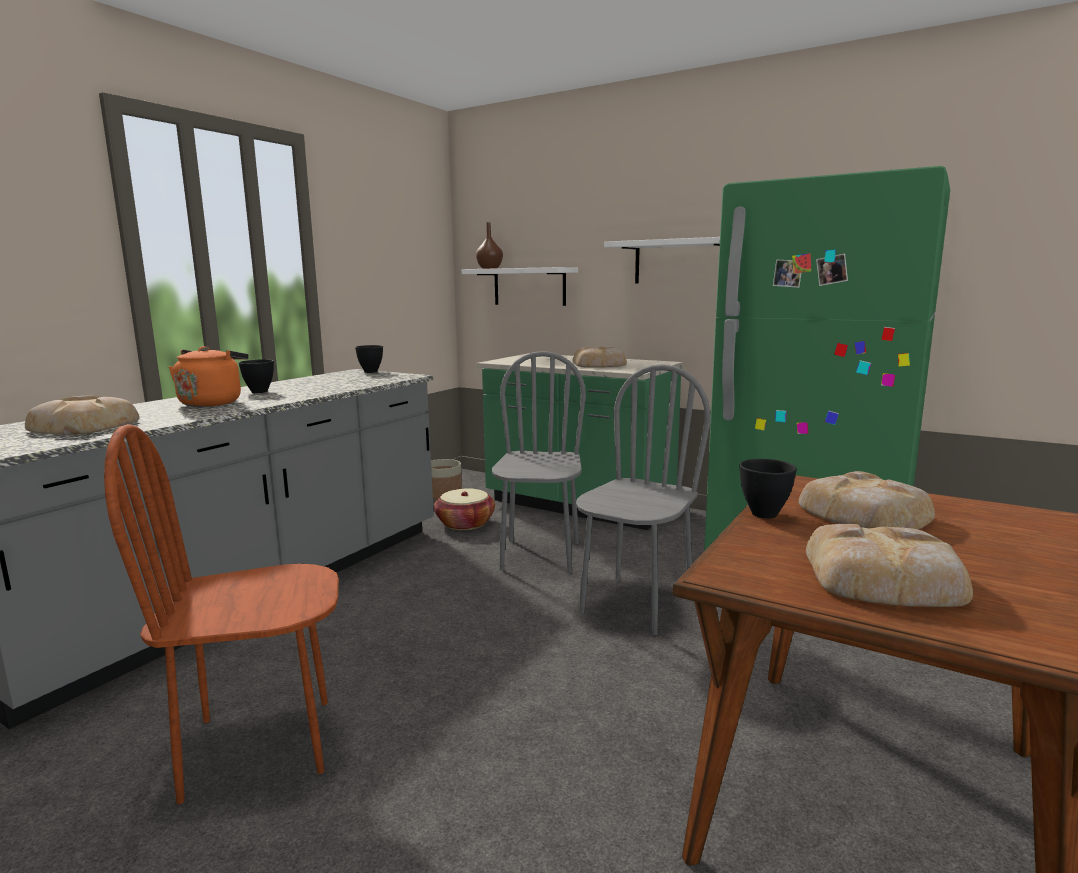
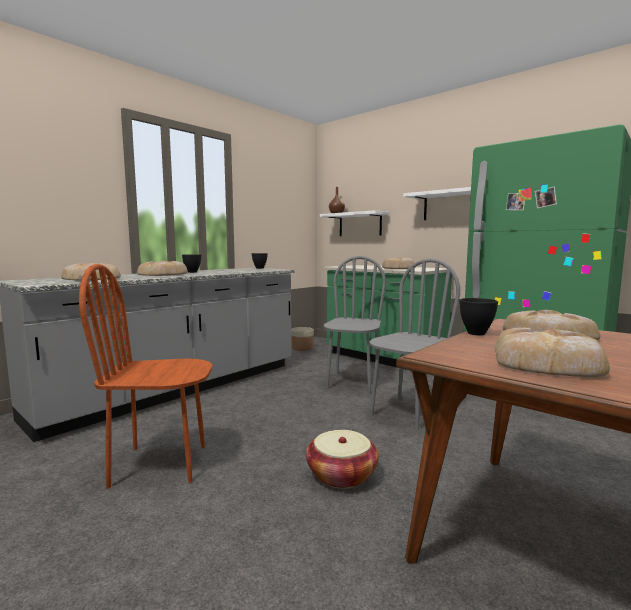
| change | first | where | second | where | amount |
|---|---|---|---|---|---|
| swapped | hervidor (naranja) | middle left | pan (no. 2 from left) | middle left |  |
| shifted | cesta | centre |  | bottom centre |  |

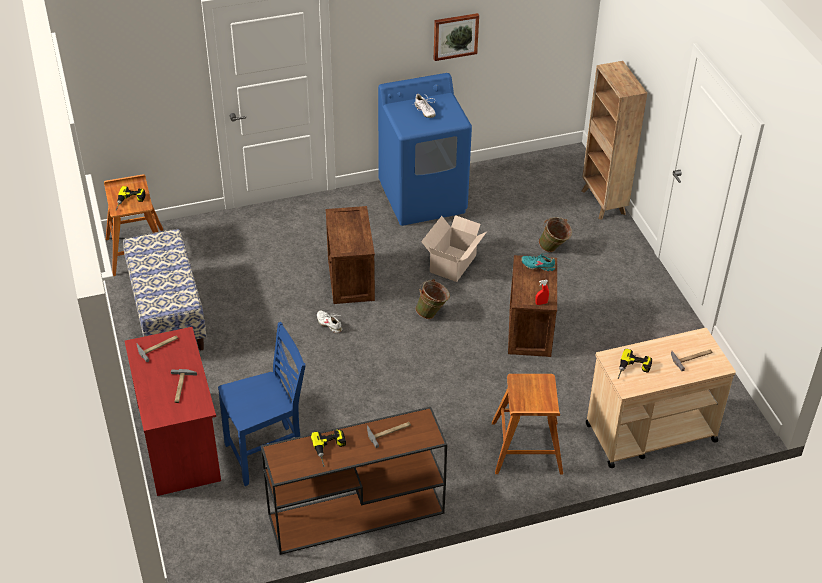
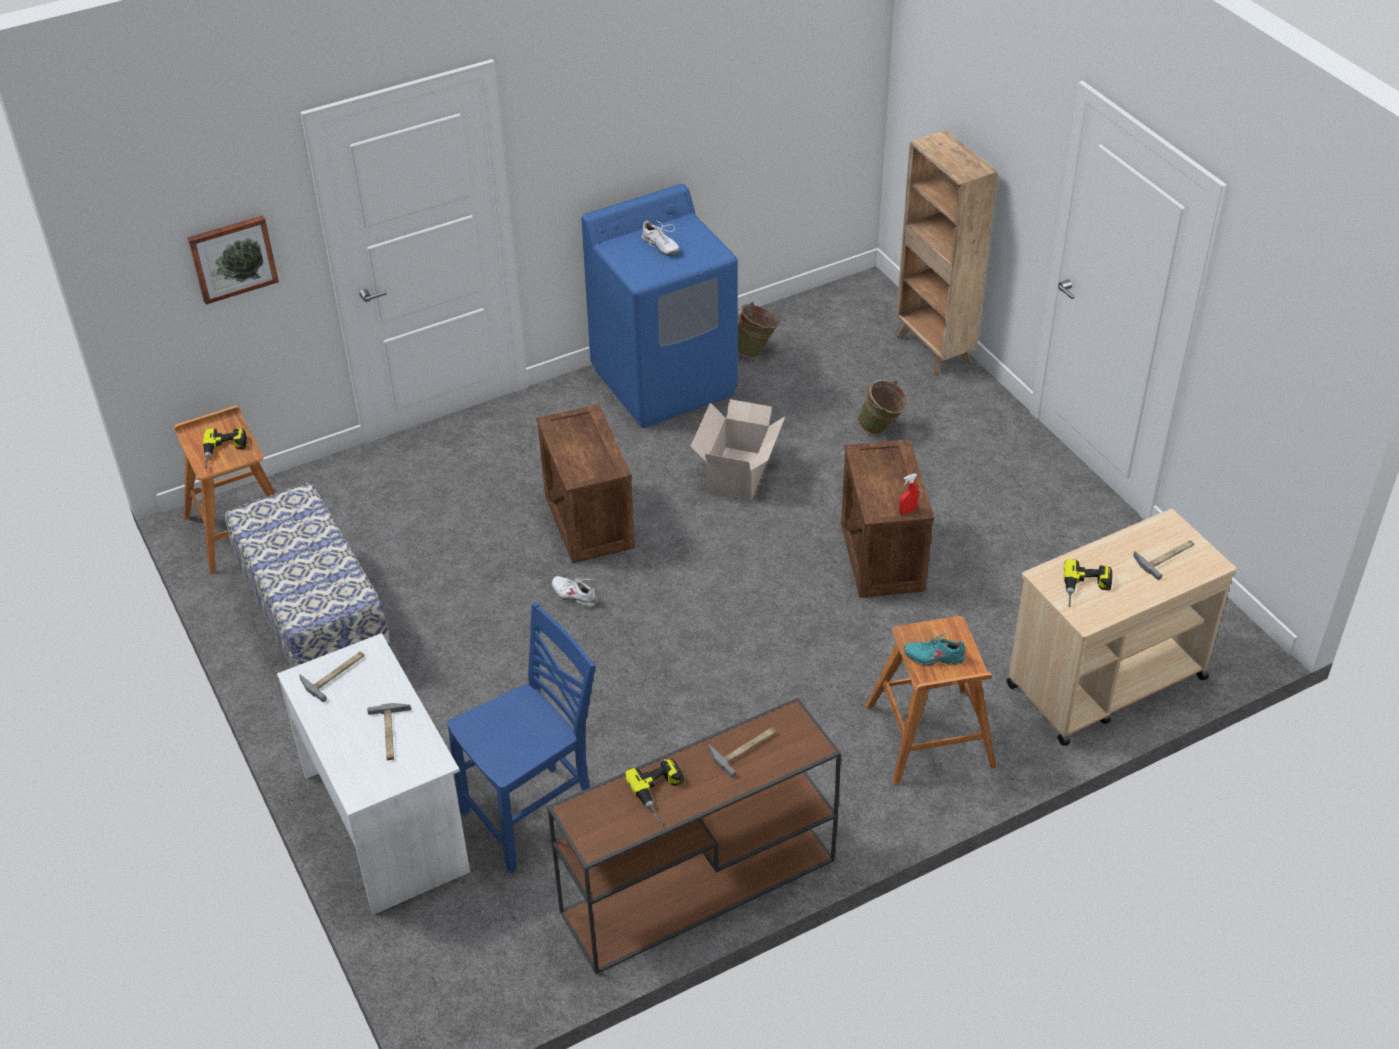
| change | first | where | second | where | amount |
|---|---|---|---|---|---|
| repainted | escritorio (rojo) | bottom left | escritorio (blanco) | bottom left |  |
| shifted | cubo (verde) (no. 1 from left) | centre |  | top centre |  |
| shifted | cuadro | top centre |  | top left |  |
| shifted | zapato (turquesa) | centre |  | middle right |  |

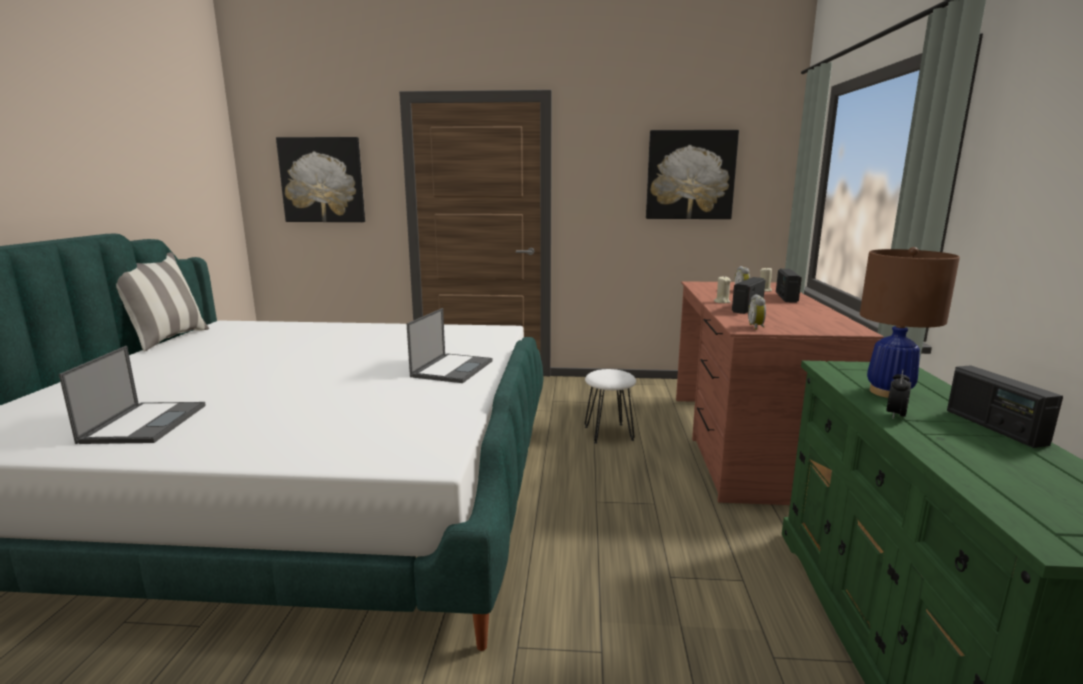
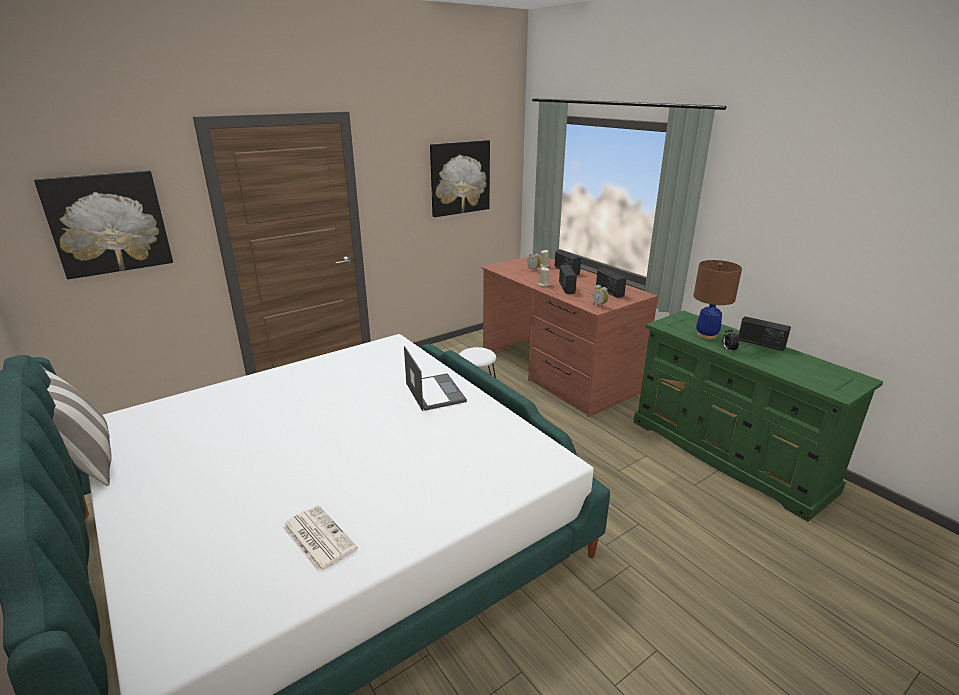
| change | first | where | second | where | amount |
|---|---|---|---|---|---|
| swapped | portátil (no. 1 from left) | middle left | periódico | bottom centre |  |
| new |  |  | radio (no. 3 from left) | centre |  |

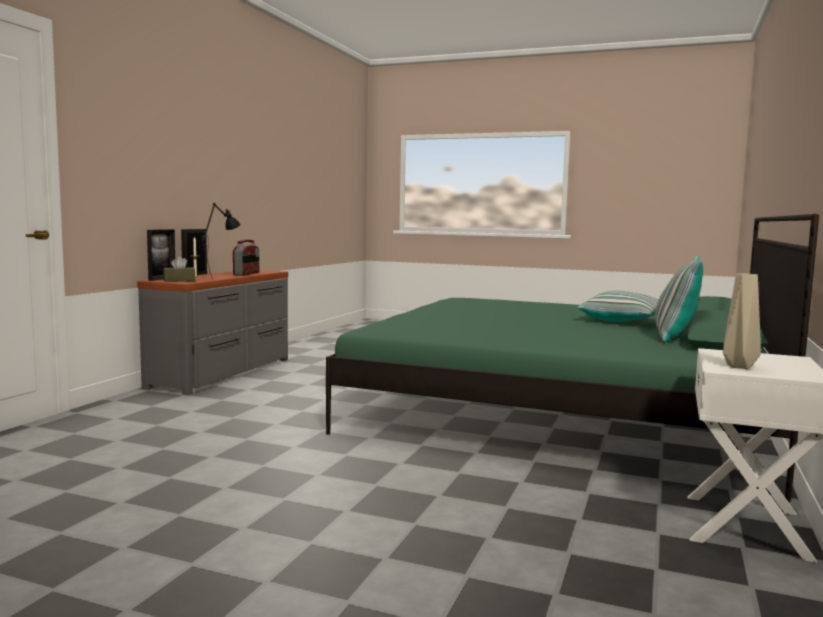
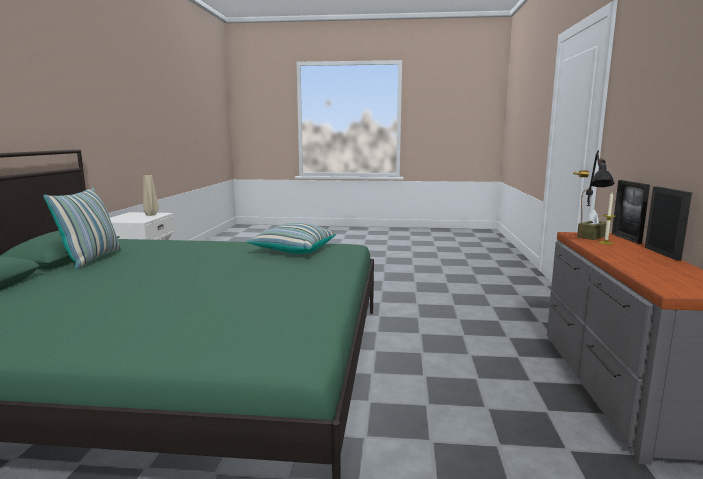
| change | first | where | second | where | amount |
|---|---|---|---|---|---|
| gone | radio | middle left |  |  |  |
| shifted | cojín (no. 1 from left in the first image) | middle right | cojín (no. 2 from left) | centre |  |

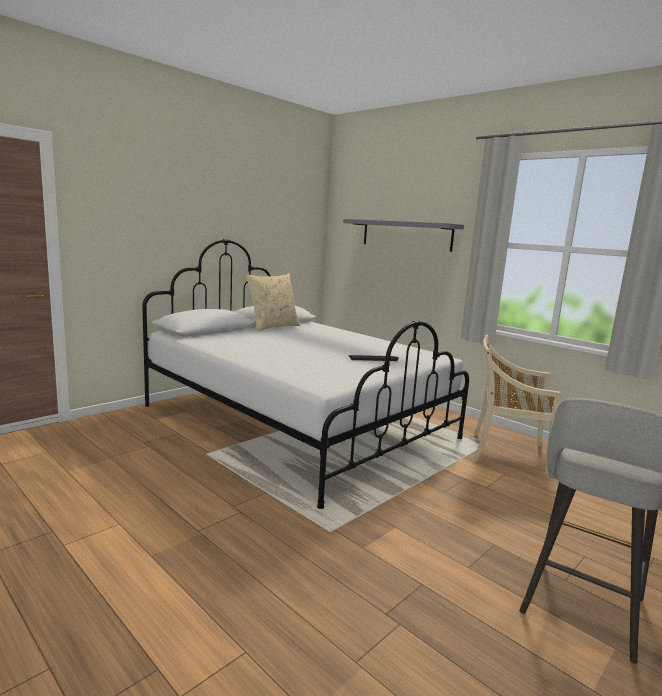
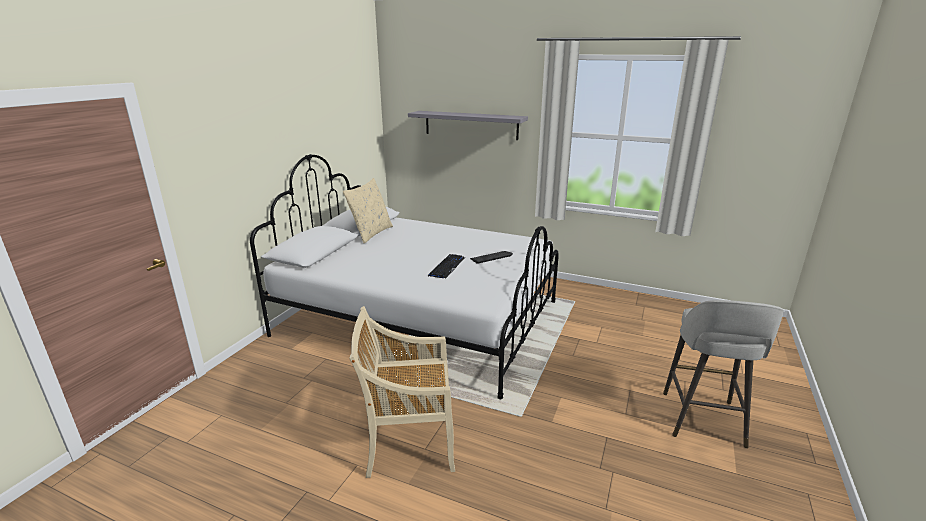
| change | first | where | second | where | amount |
|---|---|---|---|---|---|
| shifted | silla (beis) | middle right |  | bottom centre |  |
| new |  |  | teclado (no. 1 from left) | centre |  |

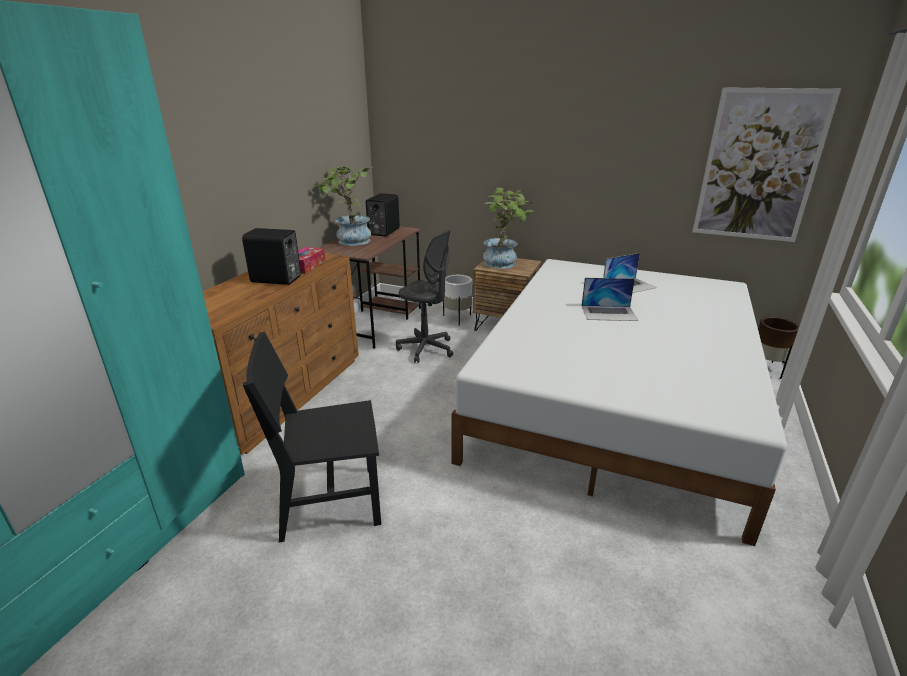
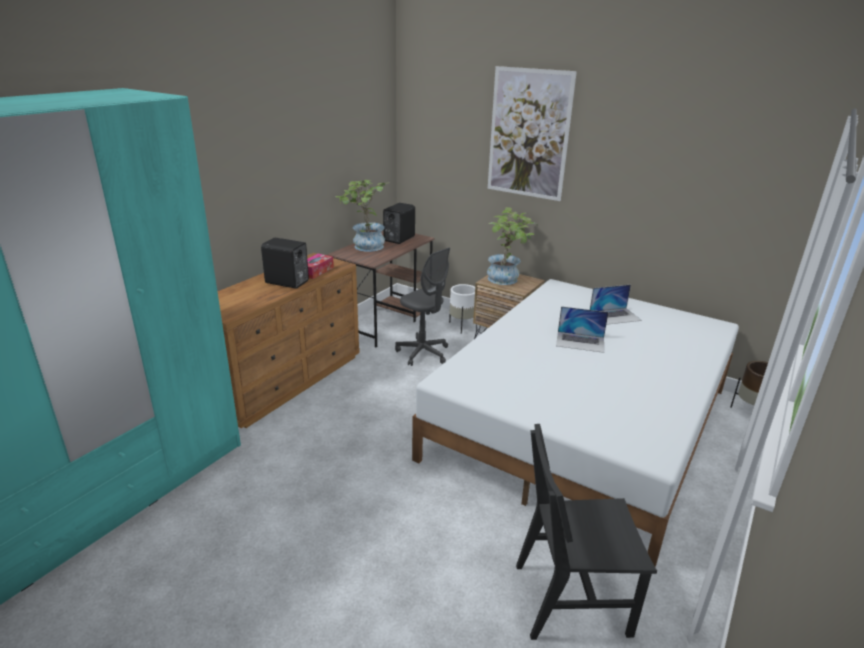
| change | first | where | second | where | amount |
|---|---|---|---|---|---|
| shifted | silla (negro) | centre |  | bottom right |  |
| shifted | cuadro | top right |  | top centre |  |

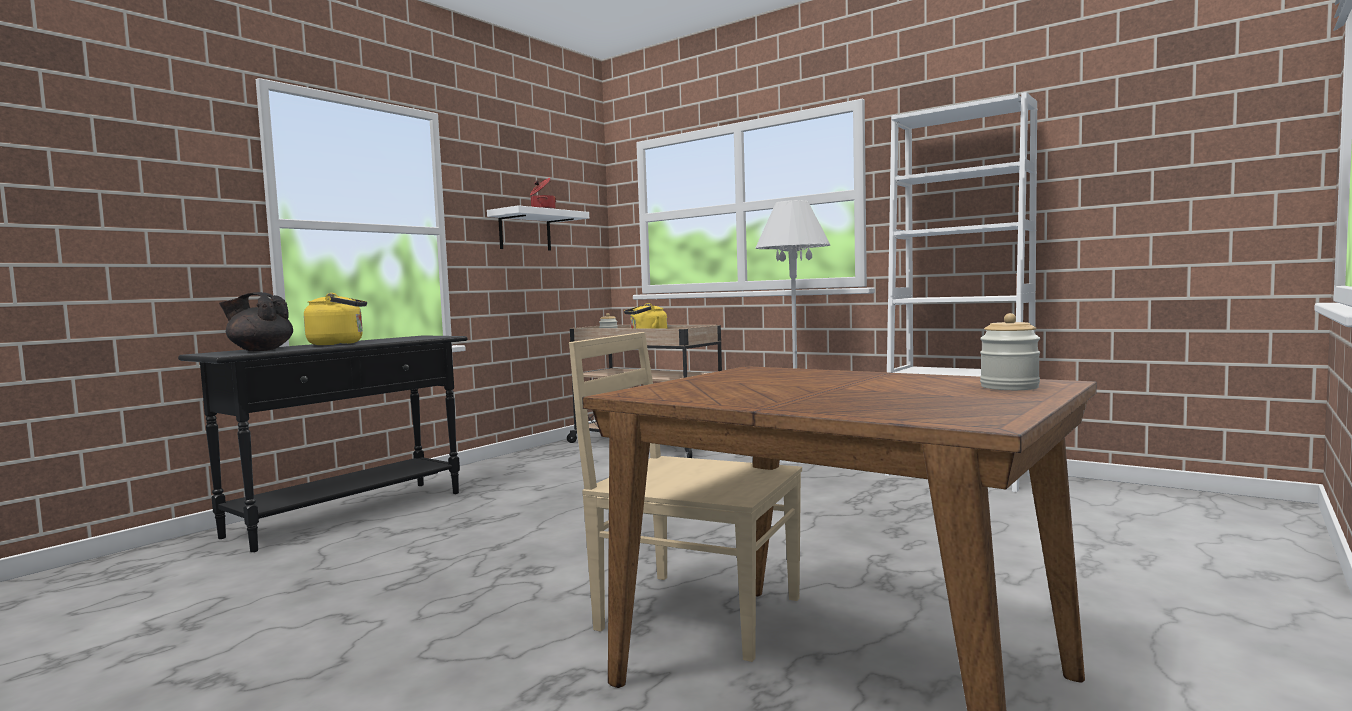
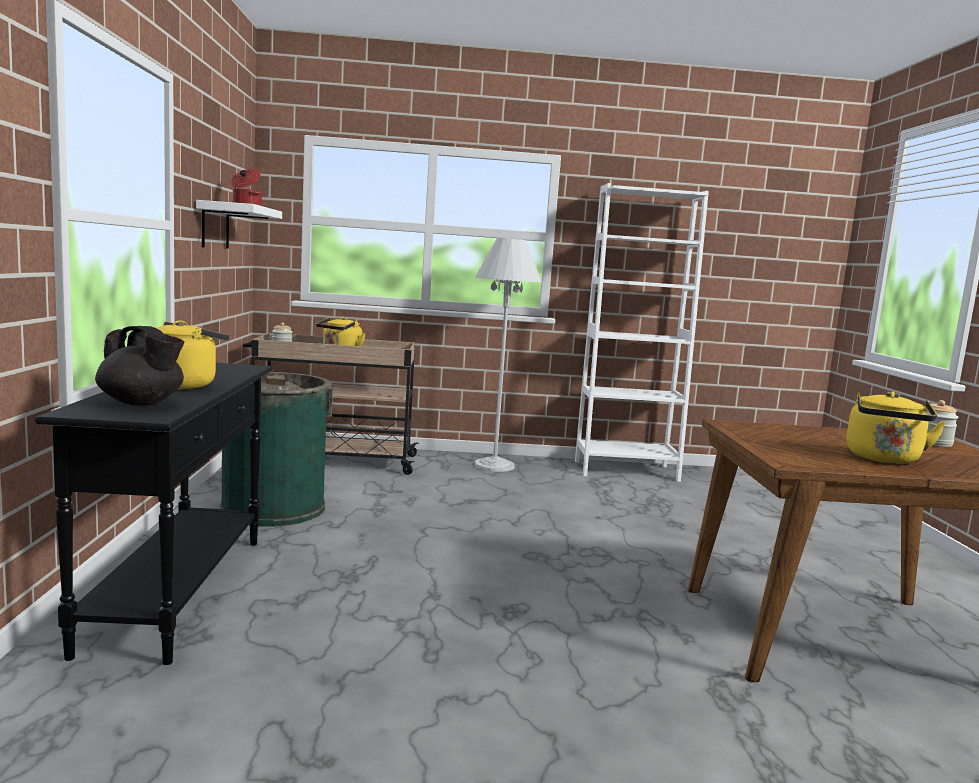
| change | first | where | second | where | amount |
|---|---|---|---|---|---|
| rotated | tetera (negro) | middle left |  | middle left | 120 degrees counterclockwise |
| gone | silla (beis) | bottom centre |  |  |  |
| new |  |  | papelera (verde) | middle left |  |
| new |  |  | hervidor (amarillo) (no. 3 from left) | middle right |  |

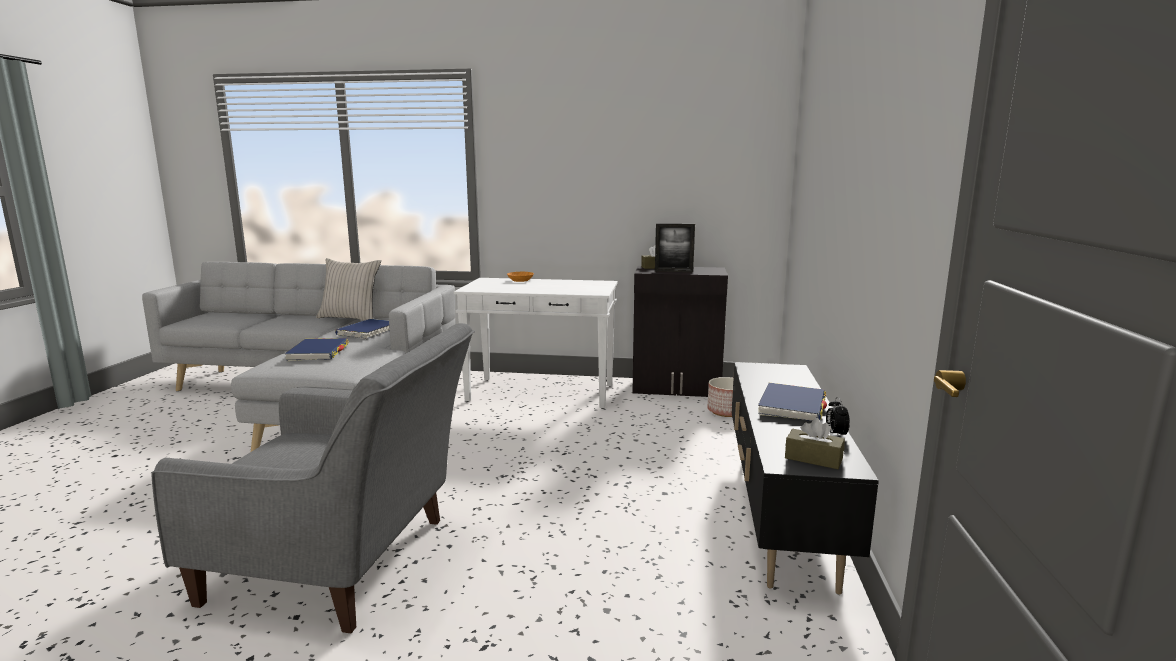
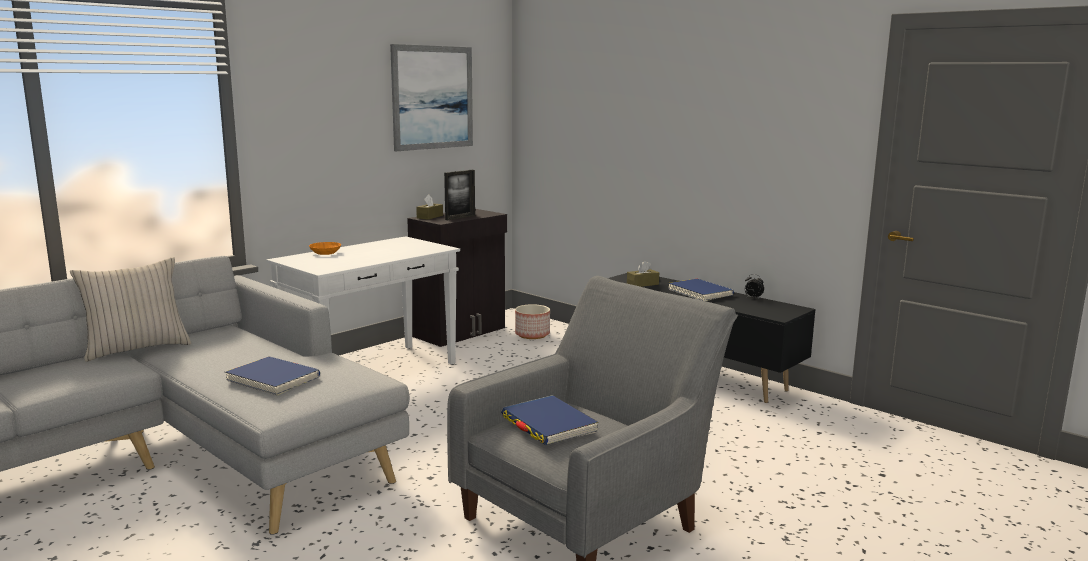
| change | first | where | second | where | amount |
|---|---|---|---|---|---|
| shifted | libro (azul) (no. 2 from left) | middle left |  | bottom centre |  |
| shifted | caja de pañuelos (marrón) (no. 2 from left) | bottom right |  | centre |  |
| new |  |  | cuadro | top centre |  |

